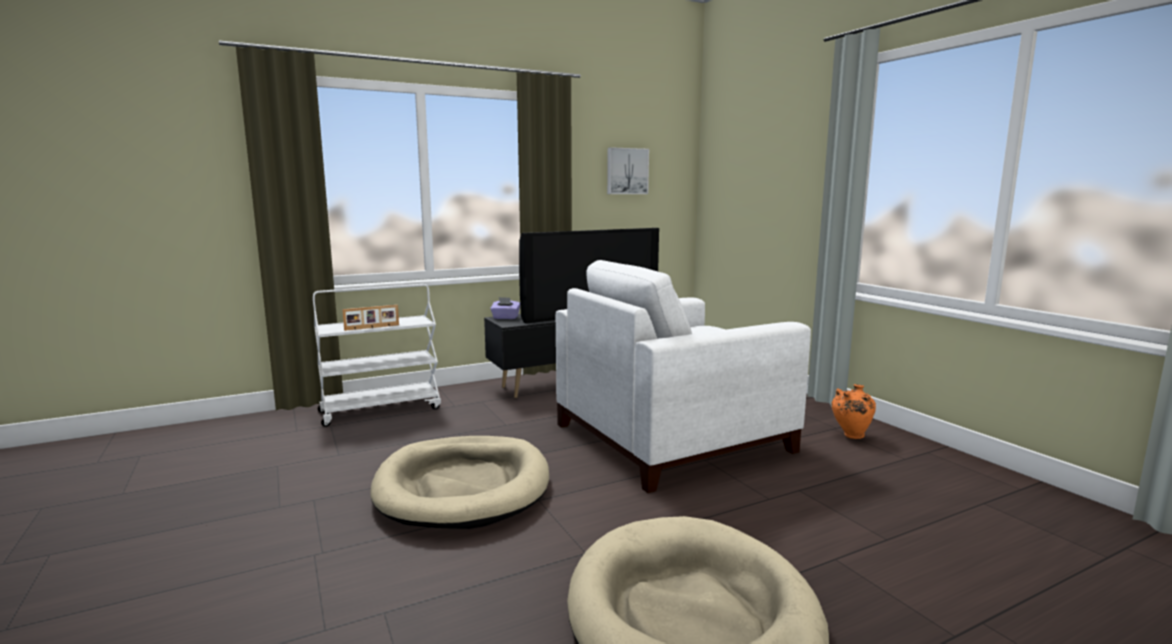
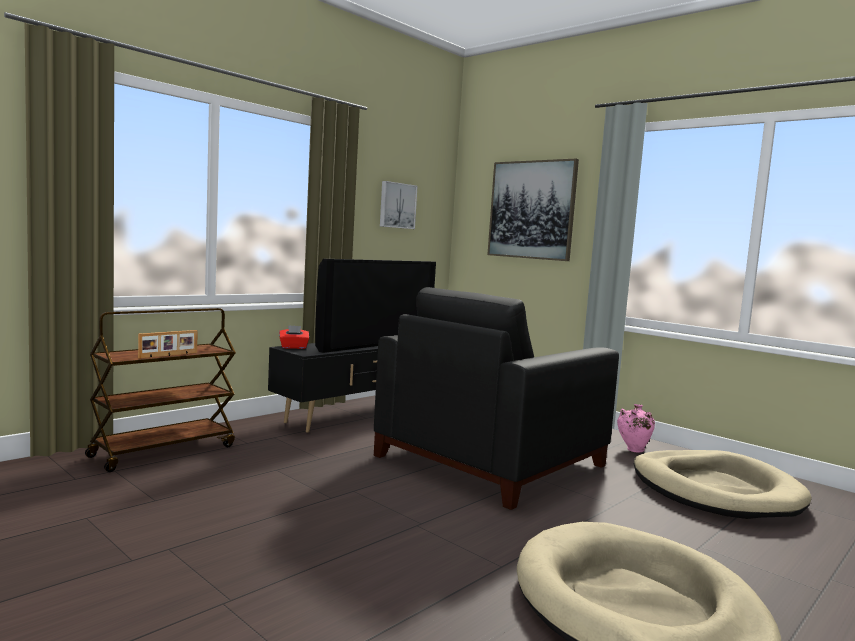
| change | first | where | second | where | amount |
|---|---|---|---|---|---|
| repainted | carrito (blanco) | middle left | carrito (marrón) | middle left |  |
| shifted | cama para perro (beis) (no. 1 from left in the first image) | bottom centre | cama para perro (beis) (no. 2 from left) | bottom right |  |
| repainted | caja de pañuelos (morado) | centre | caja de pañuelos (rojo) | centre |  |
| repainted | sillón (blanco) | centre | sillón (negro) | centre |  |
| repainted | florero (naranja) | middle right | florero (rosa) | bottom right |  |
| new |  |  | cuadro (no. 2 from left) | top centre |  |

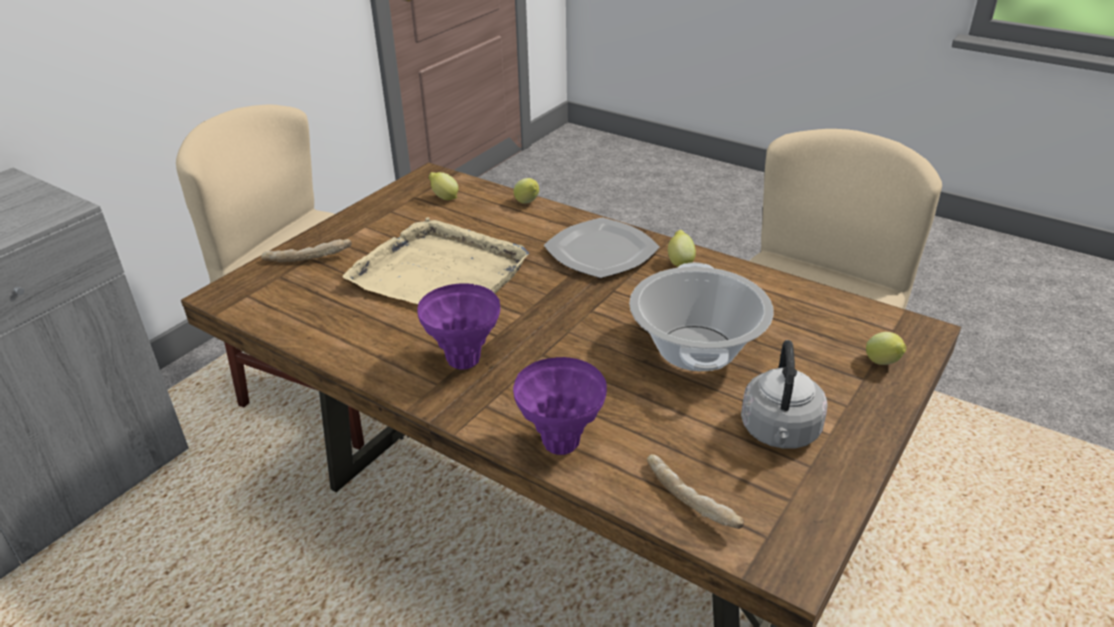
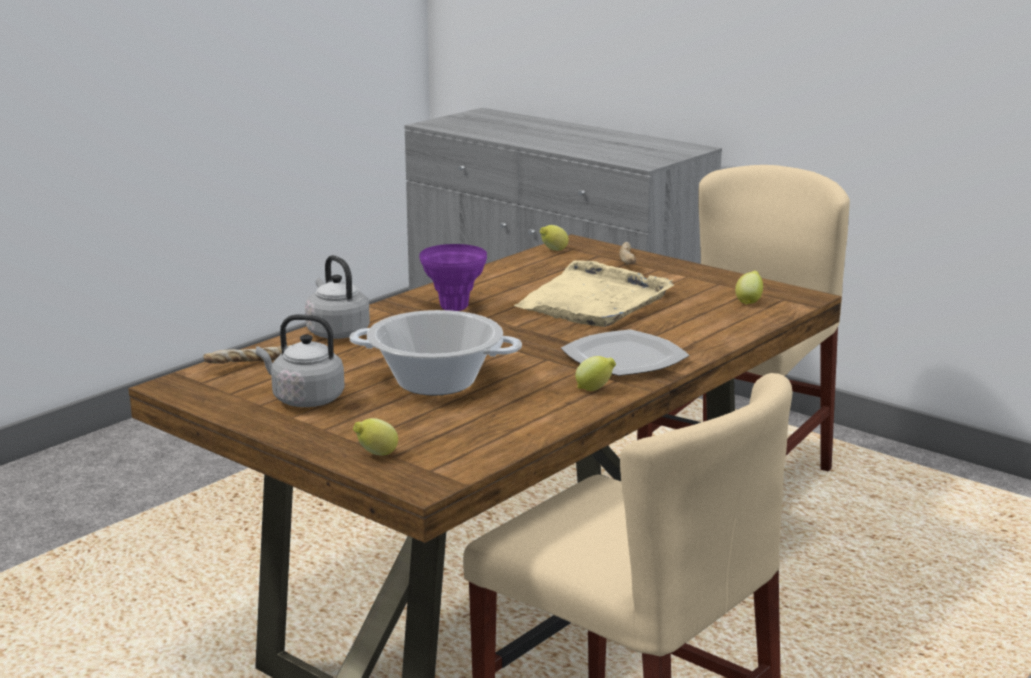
| change | first | where | second | where | amount |
|---|---|---|---|---|---|
| shifted | limón (no. 2 from left) | top centre |  | centre |  |
| swapped | florero (morado) (no. 2 from left) | centre | hervidor (gris) (no. 2 from left) | middle left |  |

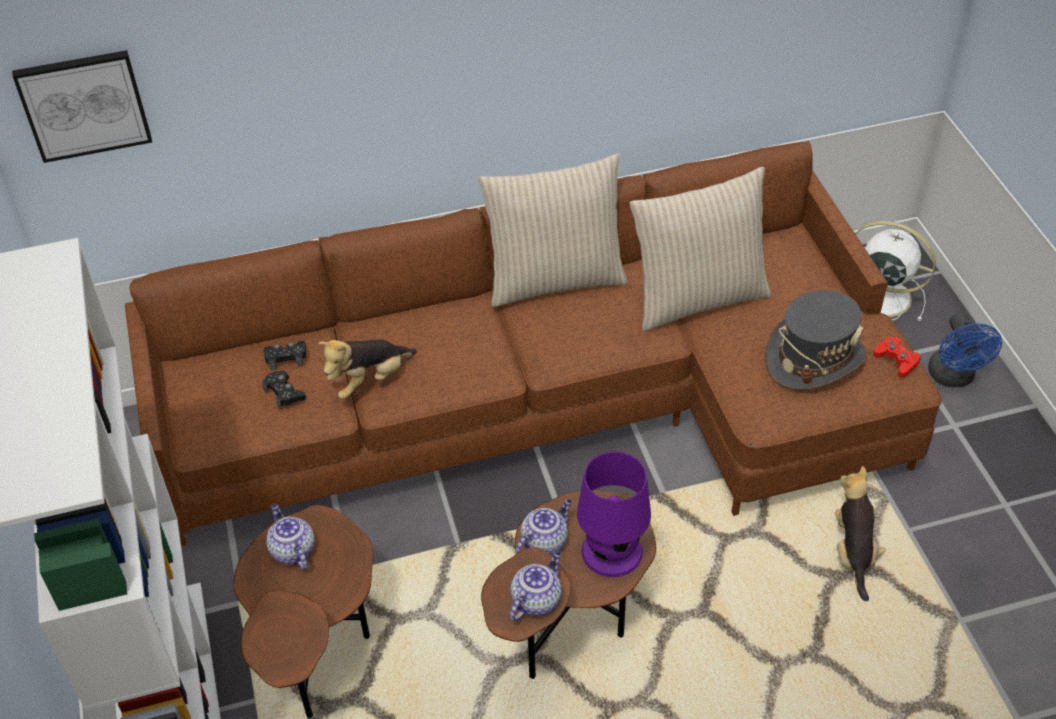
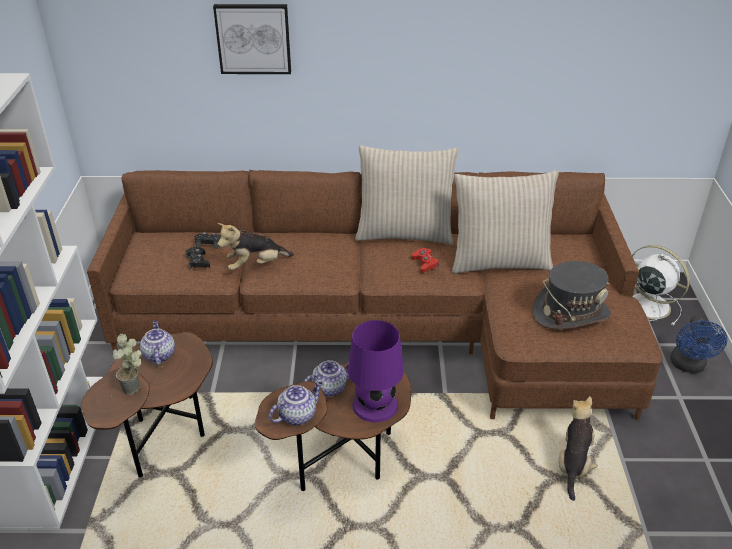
| change | first | where | second | where | amount |
|---|---|---|---|---|---|
| shifted | cuadro | top left |  | top centre |  |
| shifted | mando de consola (rojo) | middle right |  | centre |  |
| new |  |  | planta en maceta | middle left |  |

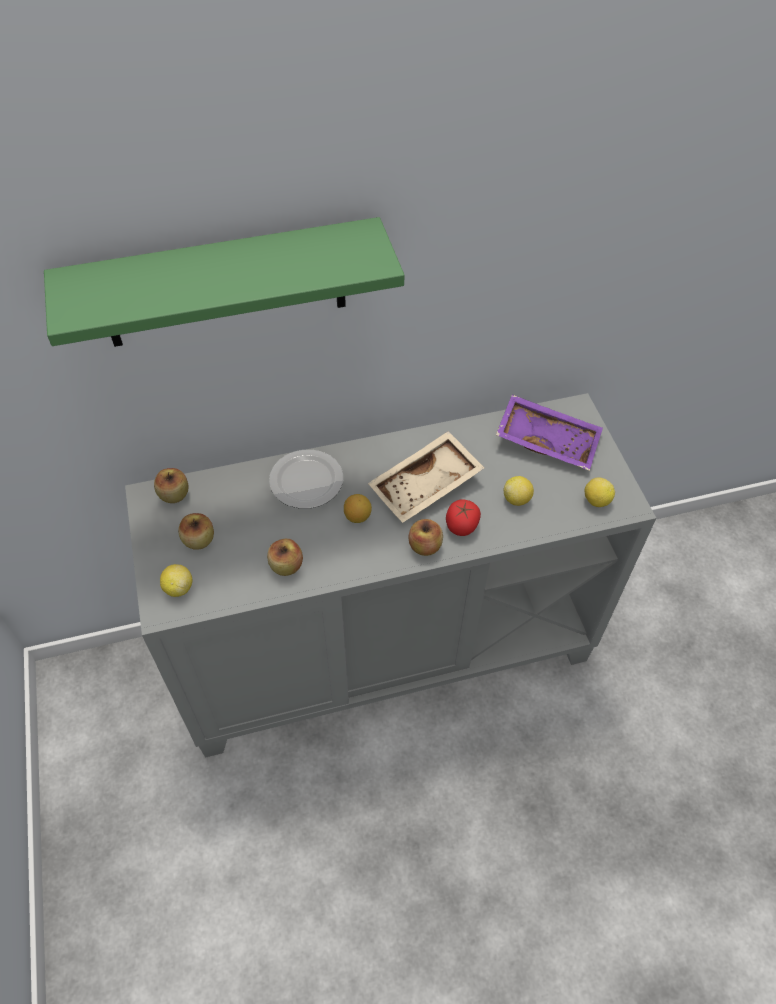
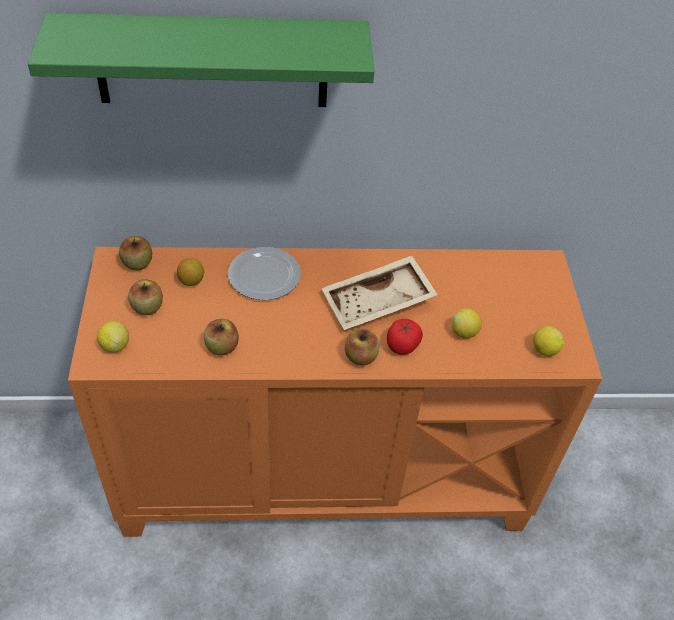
| change | first | where | second | where | amount |
|---|---|---|---|---|---|
| repainted | armario (gris) | centre | armario (naranja) | centre |  |
| shifted | limón (no. 2 from left) | centre |  | middle left |  |
| gone | bandeja (morado) | middle right |  |  |  |

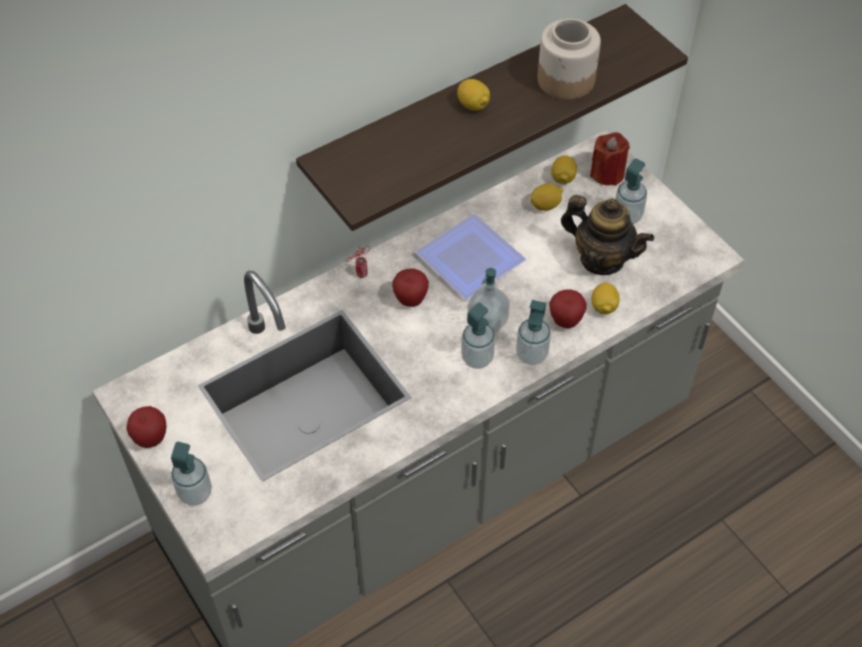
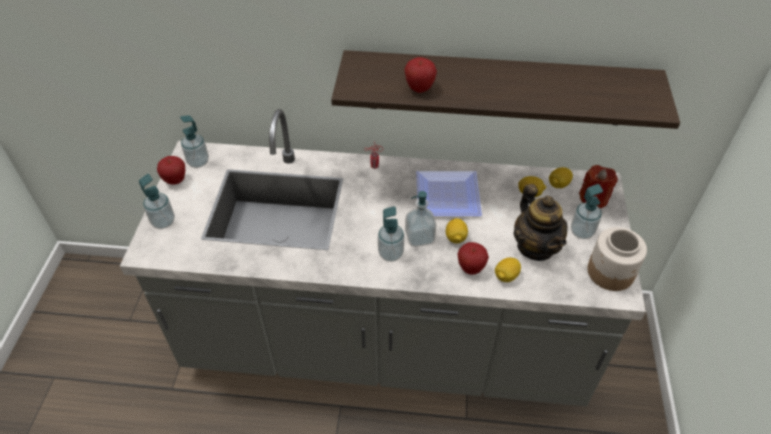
| change | first | where | second | where | amount |
|---|---|---|---|---|---|
| shifted | manzana (no. 2 from left) | centre |  | top centre |  |
| shifted | limón (no. 1 from left) | top centre |  | centre |  |
| shifted | dispensador de jabón (no. 4 from left in the first image) | centre | dispensador de jabón (no. 2 from left) | top left |  |
| shifted | tarro | top centre |  | middle right |  |

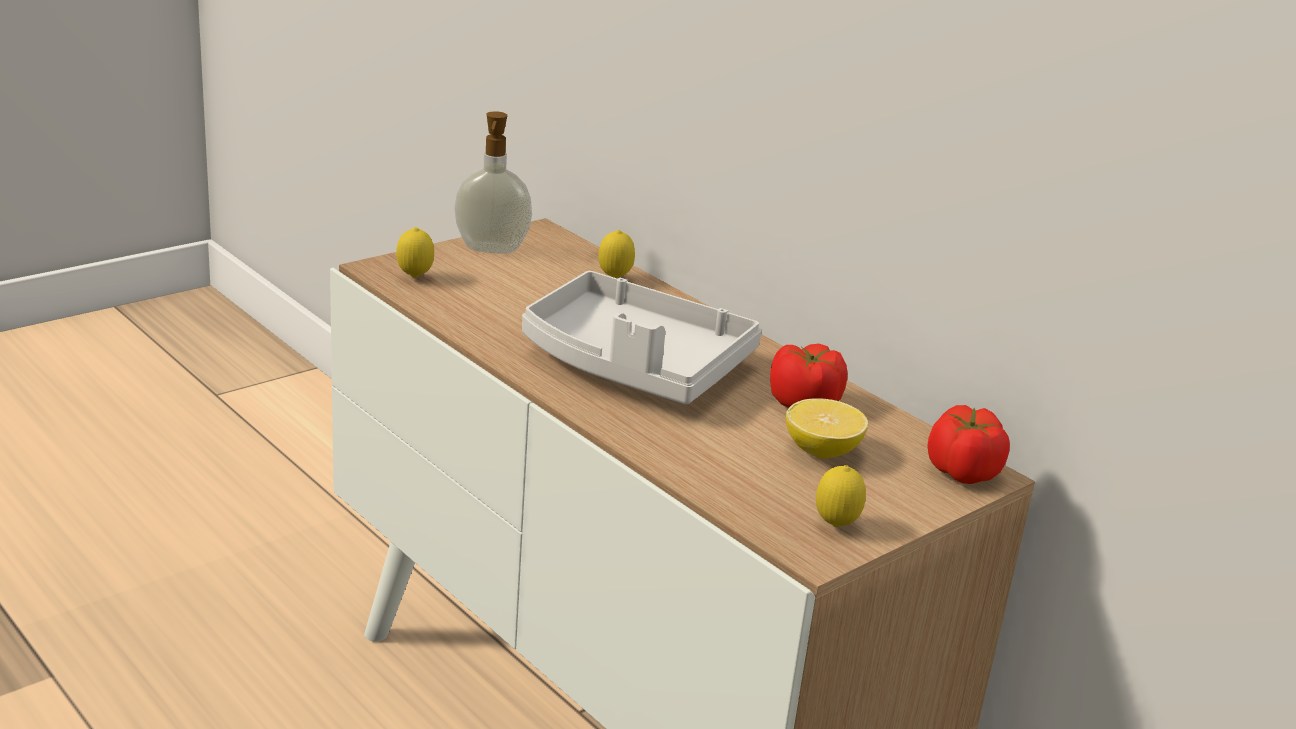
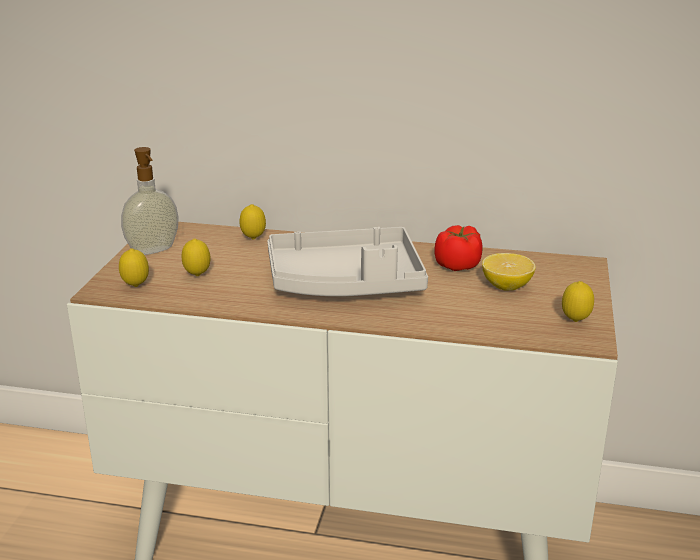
| change | first | where | second | where | amount |
|---|---|---|---|---|---|
| gone | tomate (no. 2 from left) | middle right |  |  |  |
| new |  |  | limón (no. 2 from left) | middle left |  |

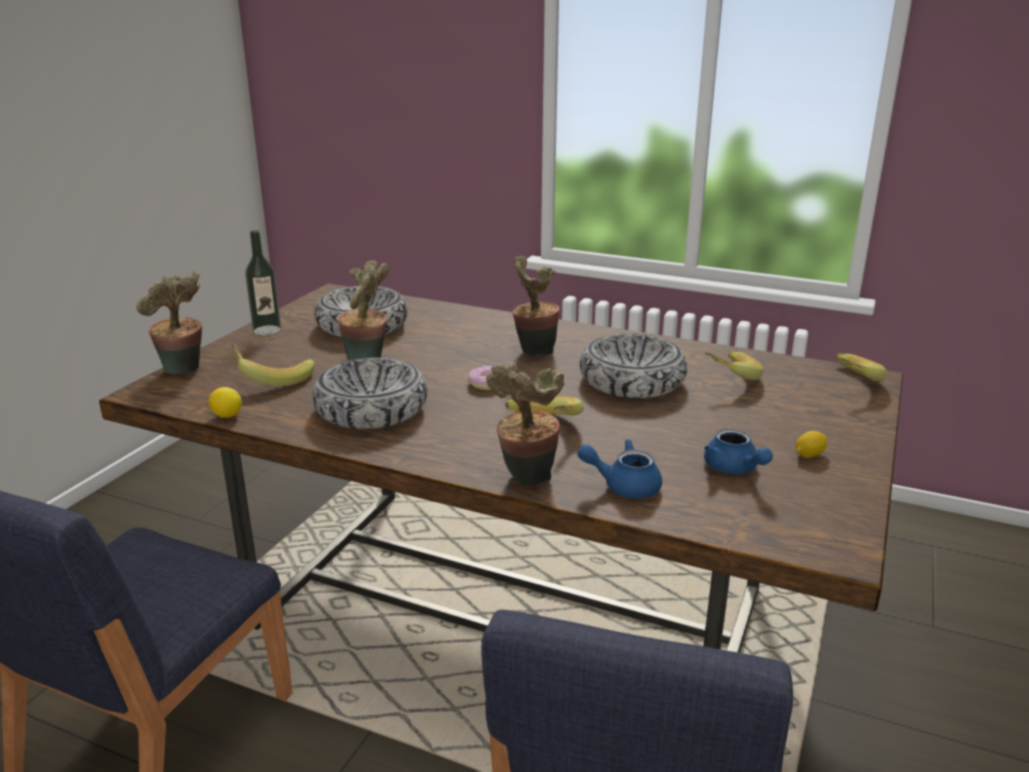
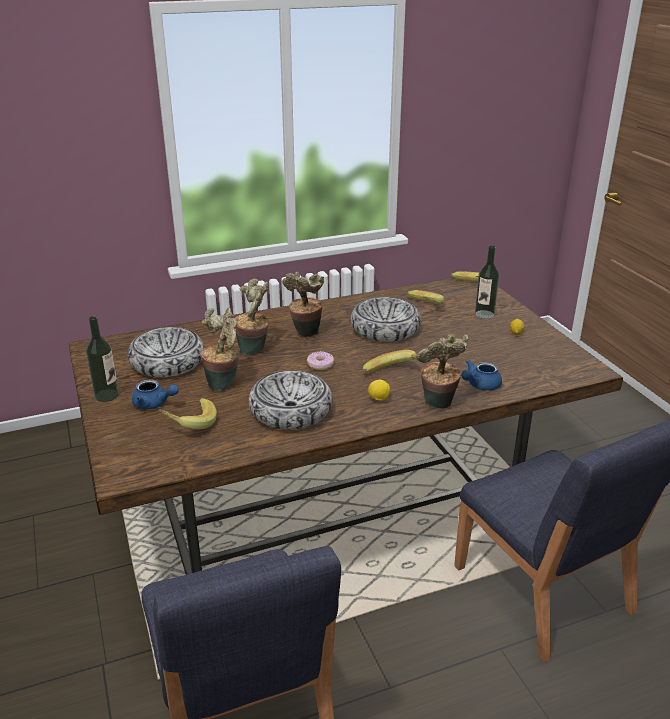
| change | first | where | second | where | amount |
|---|---|---|---|---|---|
| shifted | planta en maceta (no. 1 from left in the first image) | middle left | planta en maceta (no. 2 from left) | centre |  |
| shifted | limón (no. 1 from left) | middle left |  | centre |  |
| shifted | tetera (azul) (no. 2 from left in the first image) | middle right | tetera (azul) (no. 1 from left) | middle left |  |
| new |  |  | botella (no. 2 from left) | middle right |  |

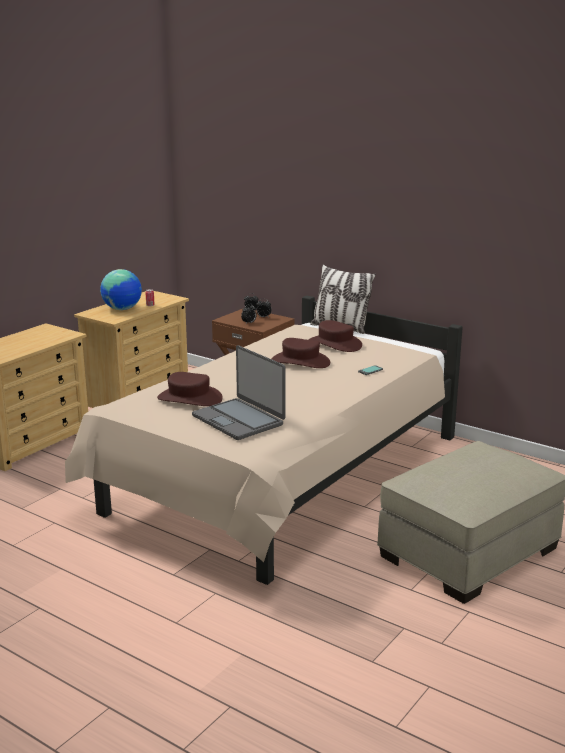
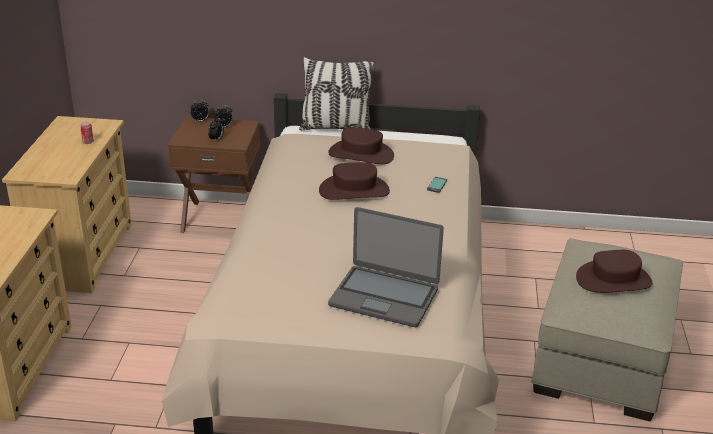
| change | first | where | second | where | amount |
|---|---|---|---|---|---|
| gone | globo terráqueo | middle left |  |  |  |
| shifted | sombrero (marrón) (no. 1 from left in the first image) | centre | sombrero (marrón) (no. 3 from left) | middle right |  |

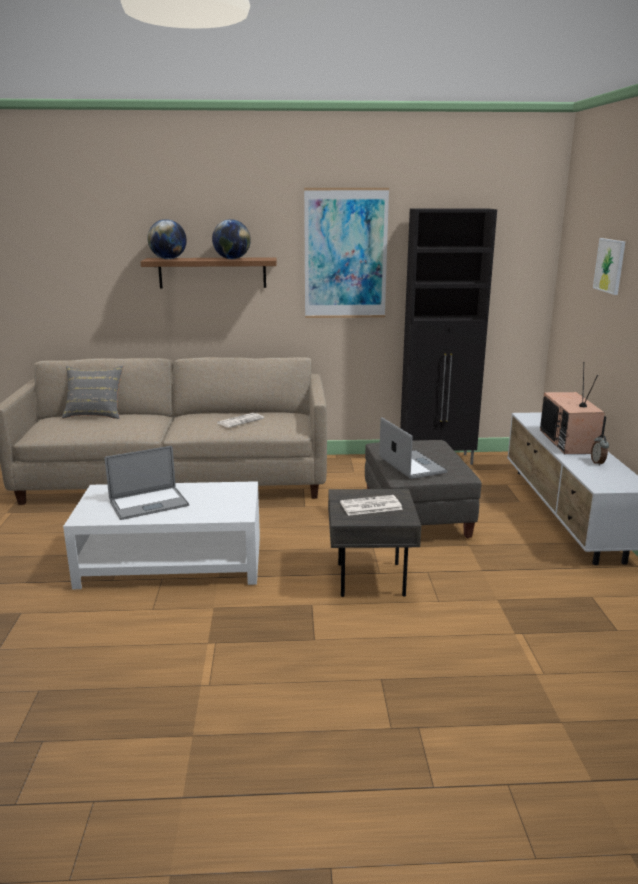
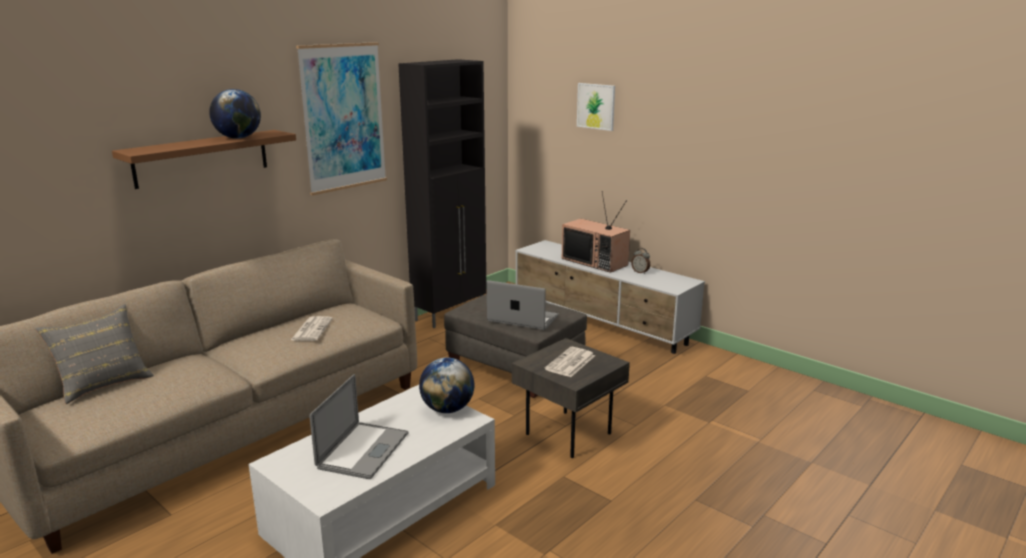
| change | first | where | second | where | amount |
|---|---|---|---|---|---|
| shifted | globo terráqueo (no. 1 from left in the first image) | top left | globo terráqueo (no. 2 from left) | bottom centre |  |

